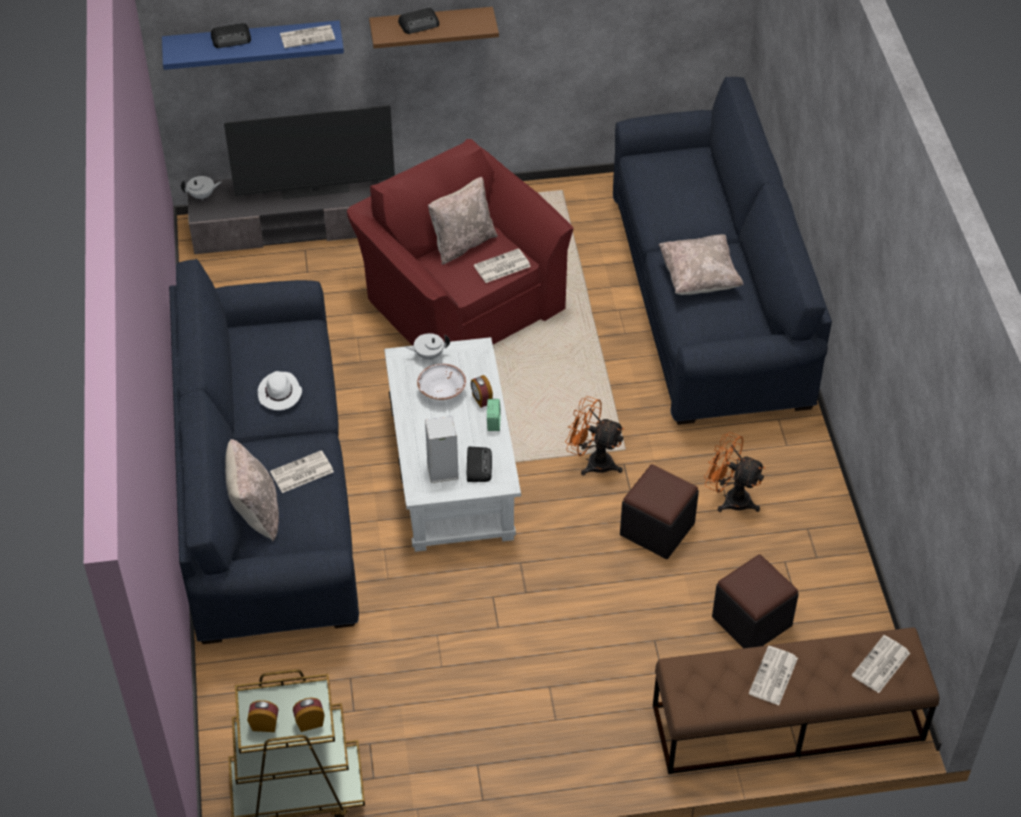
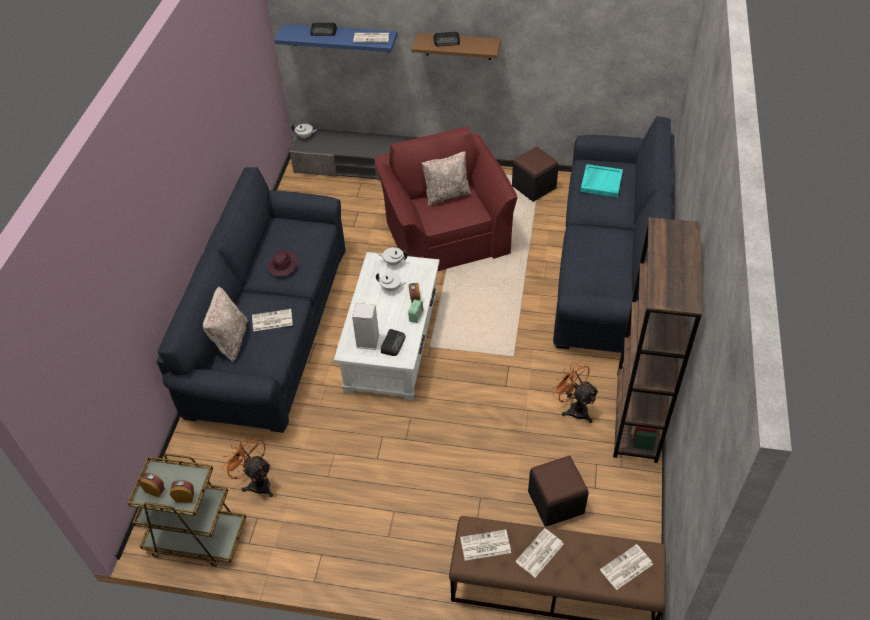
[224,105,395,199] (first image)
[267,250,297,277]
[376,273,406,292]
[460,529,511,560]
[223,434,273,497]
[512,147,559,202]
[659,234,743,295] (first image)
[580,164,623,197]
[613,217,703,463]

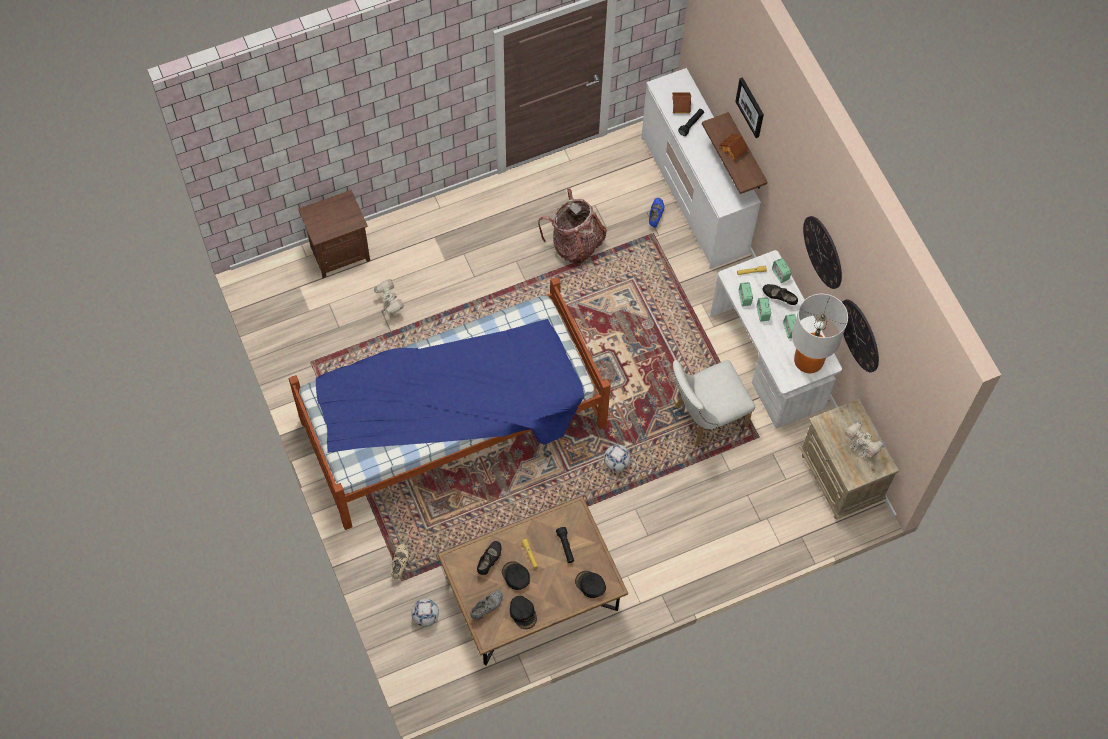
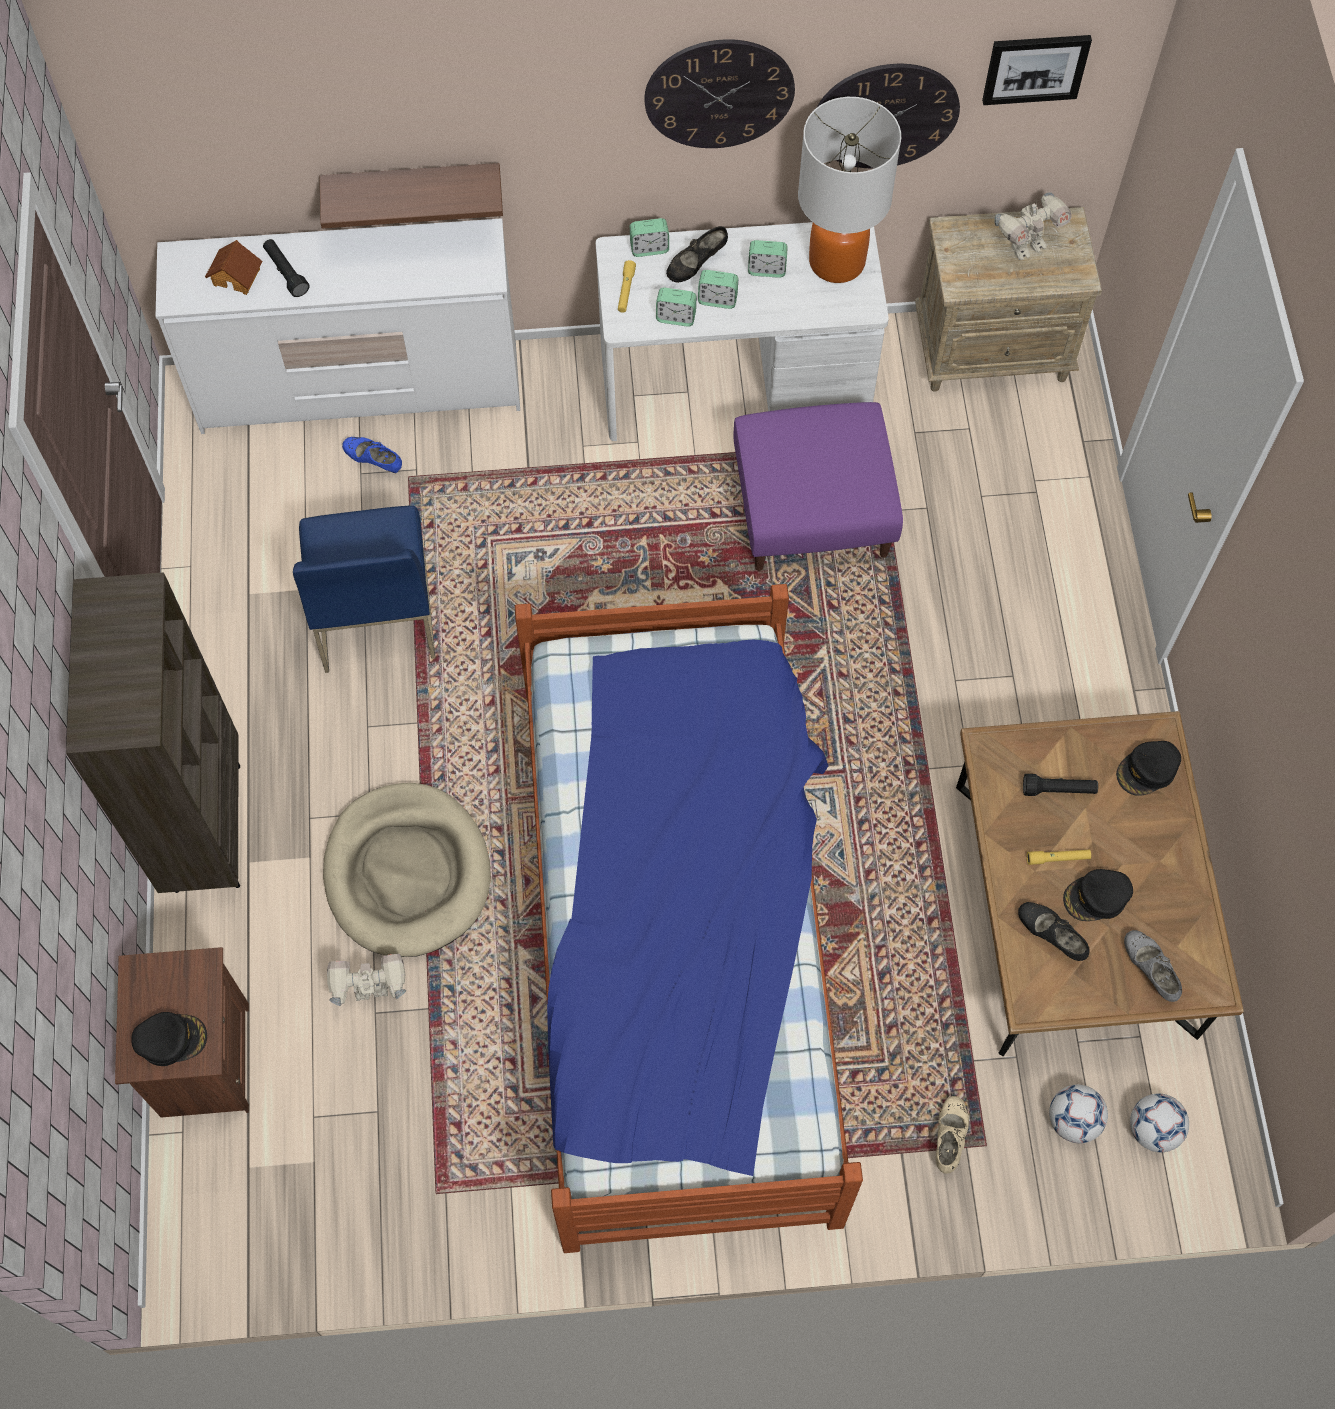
[936,1096,969,1174]
[131,1012,207,1066]
[293,505,436,673]
[1130,1094,1189,1152]
[734,402,903,571]
[719,134,749,161] (first image)
[982,35,1092,105]
[66,573,240,893]
[323,783,491,957]

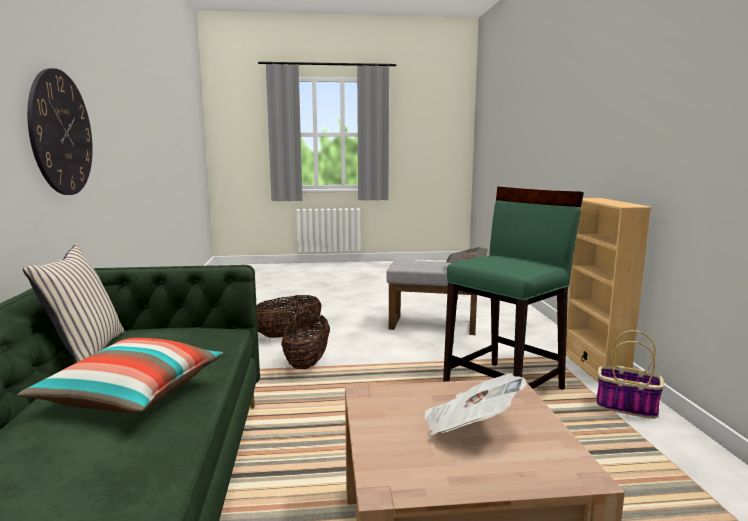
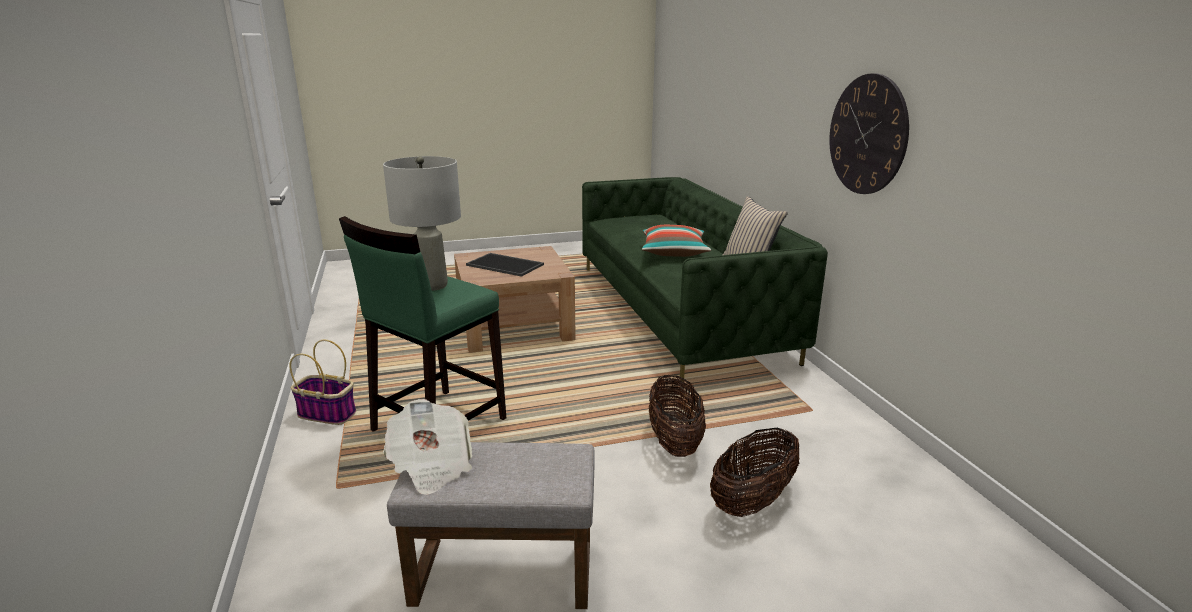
[466,253,544,277]
[566,198,652,383] (first image)
[383,156,461,291]

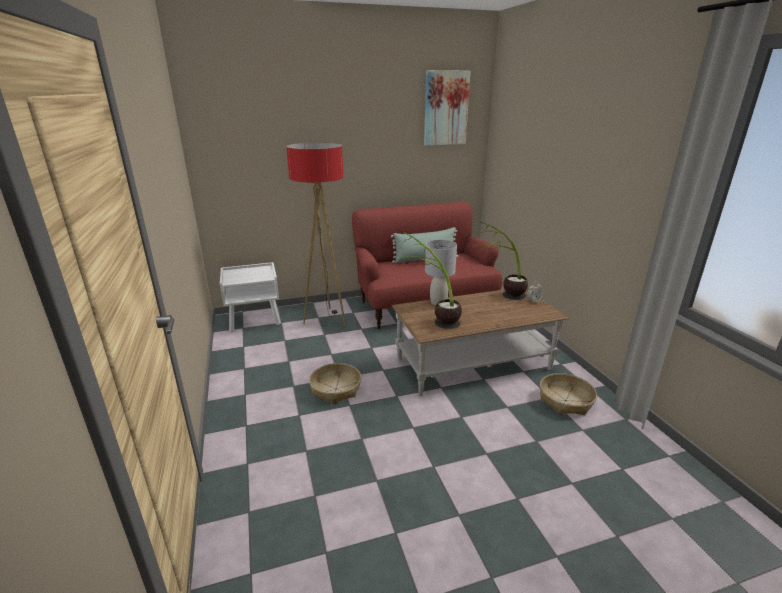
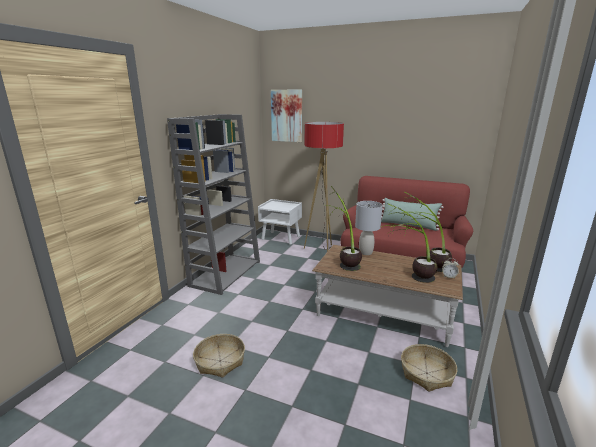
[193,334,245,378]
[271,90,302,142]
[167,114,260,295]
[381,204,437,283]

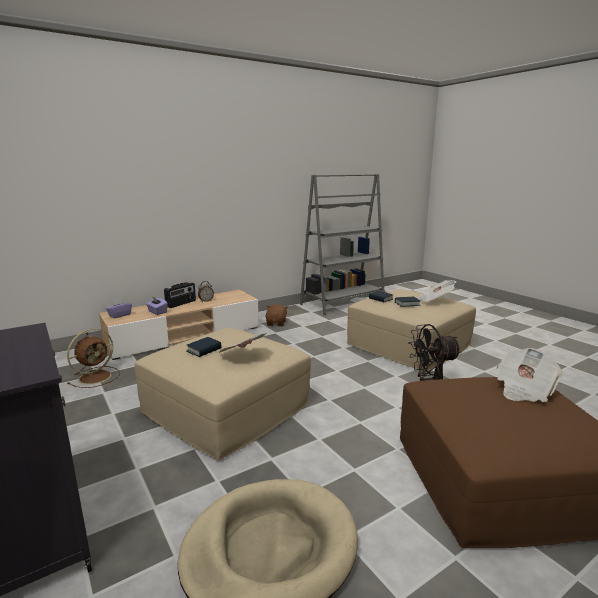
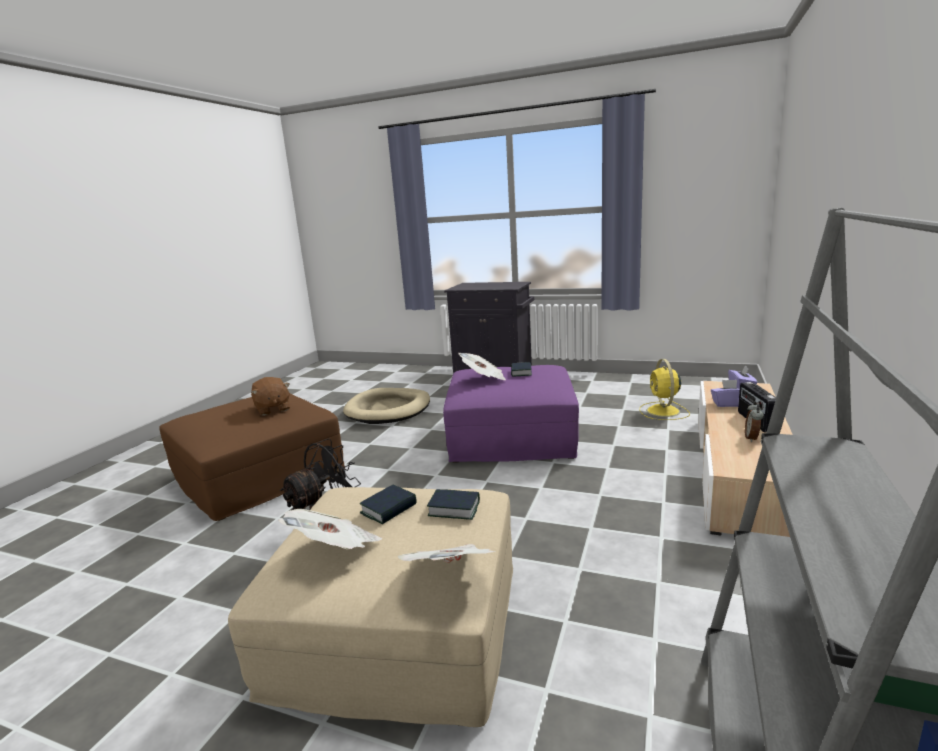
[639,359,690,420]
[443,365,579,463]
[251,377,290,416]
[398,544,496,563]

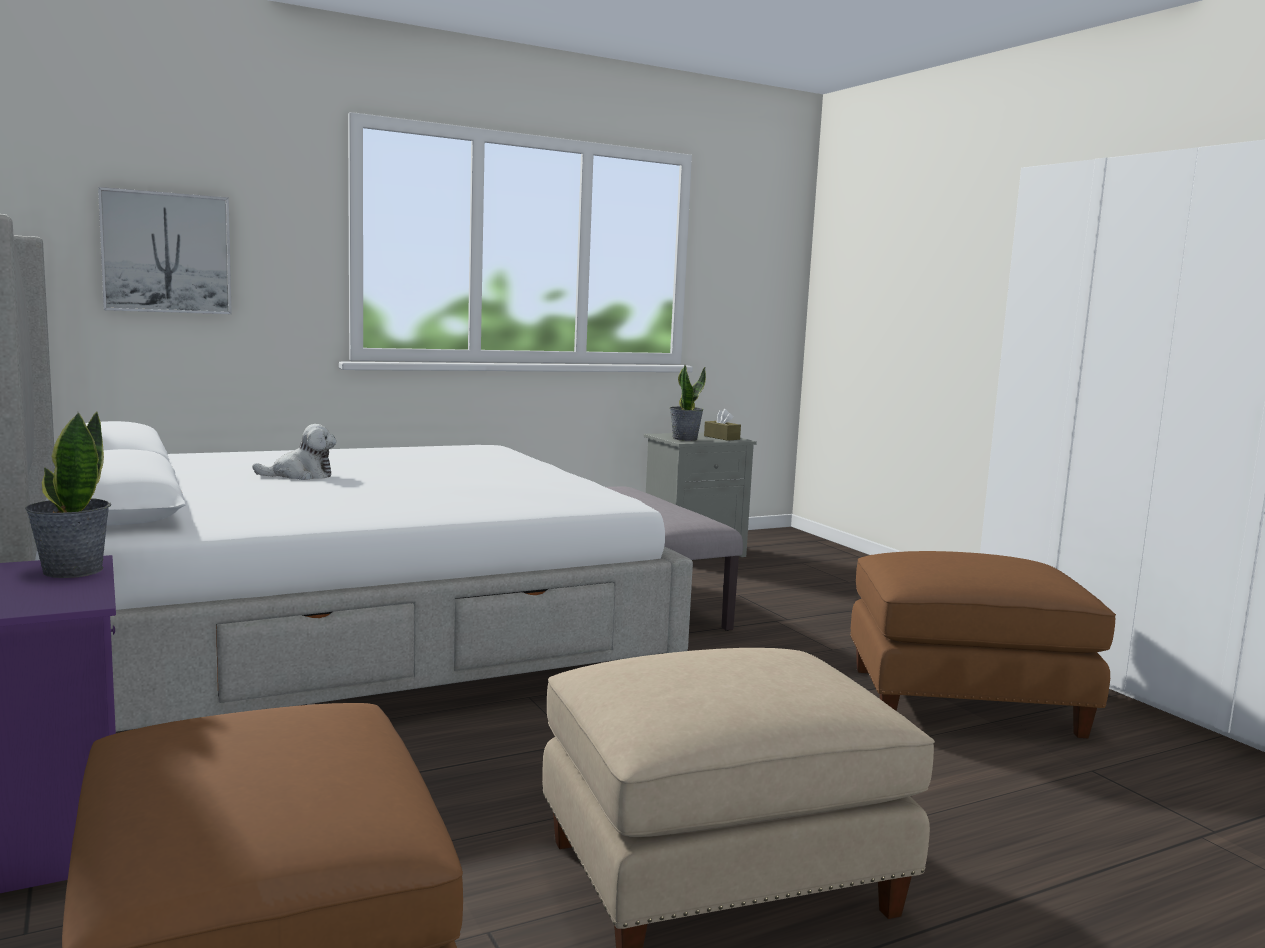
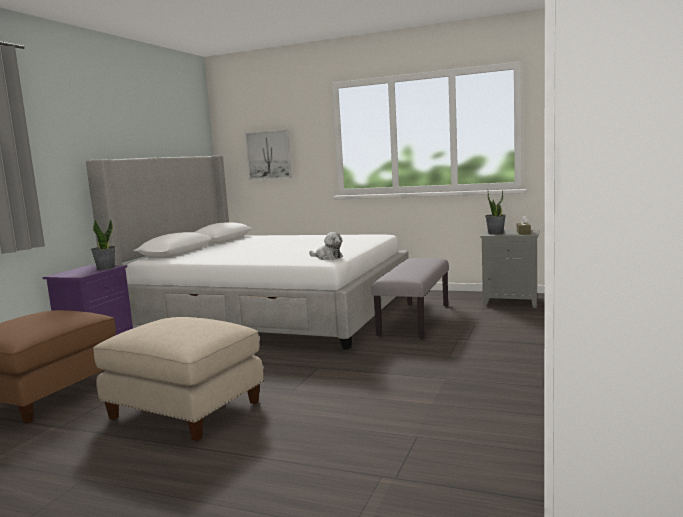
[309,232,343,260]
[850,551,1116,738] (first image)

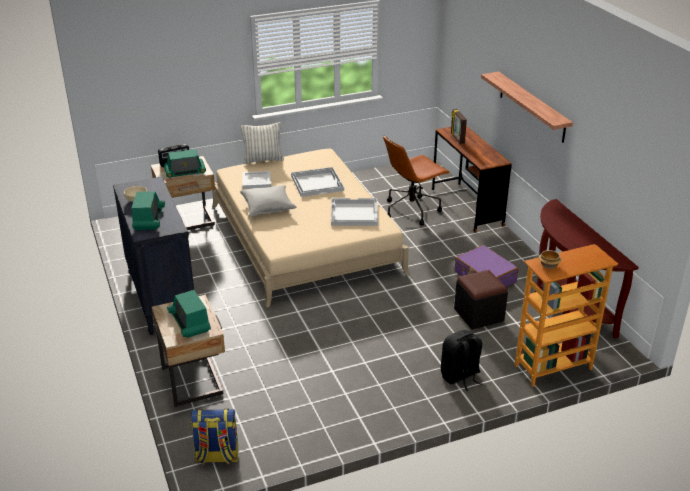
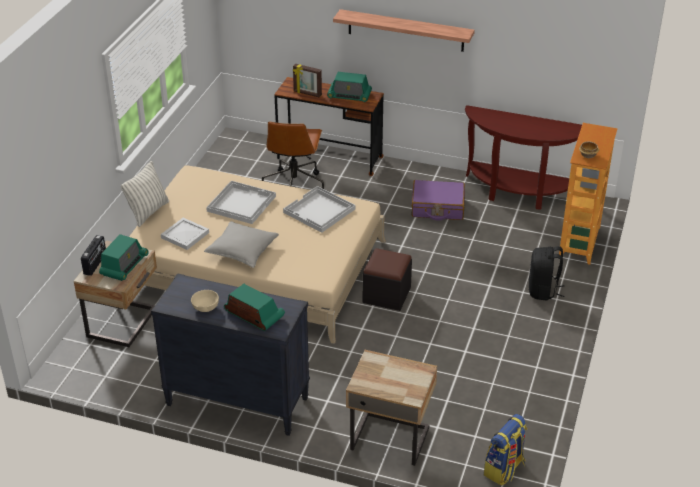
[327,72,372,102]
[363,248,412,311]

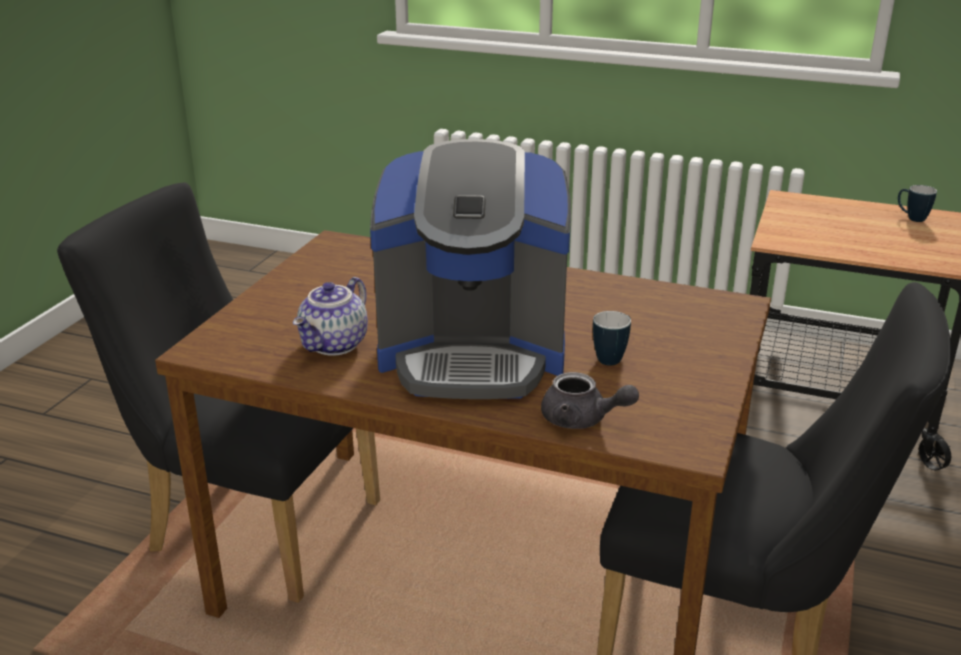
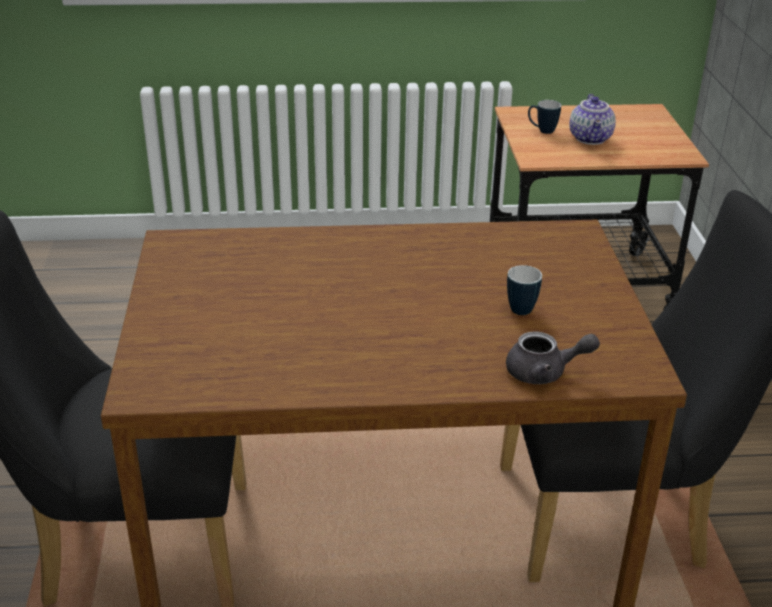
[569,94,616,145]
[370,139,571,399] (first image)
[528,100,561,134]

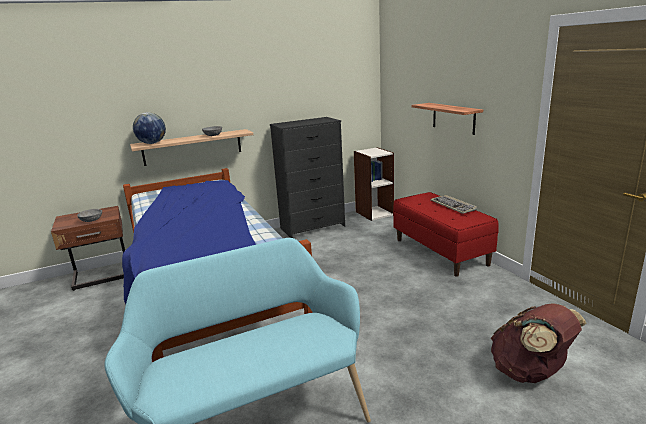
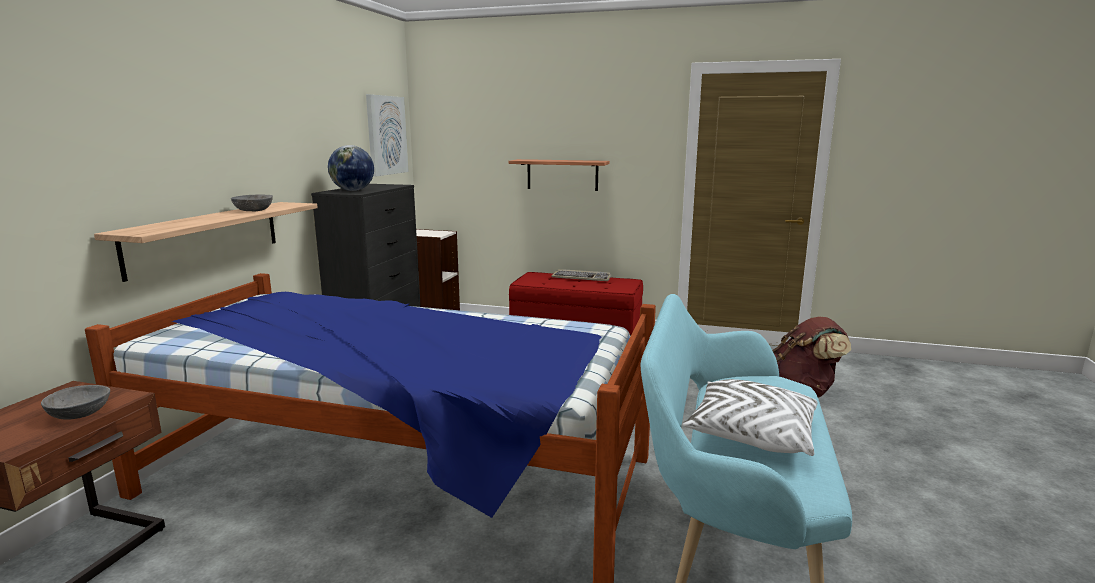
[328,145,374,191]
[366,94,409,177]
[682,379,818,456]

